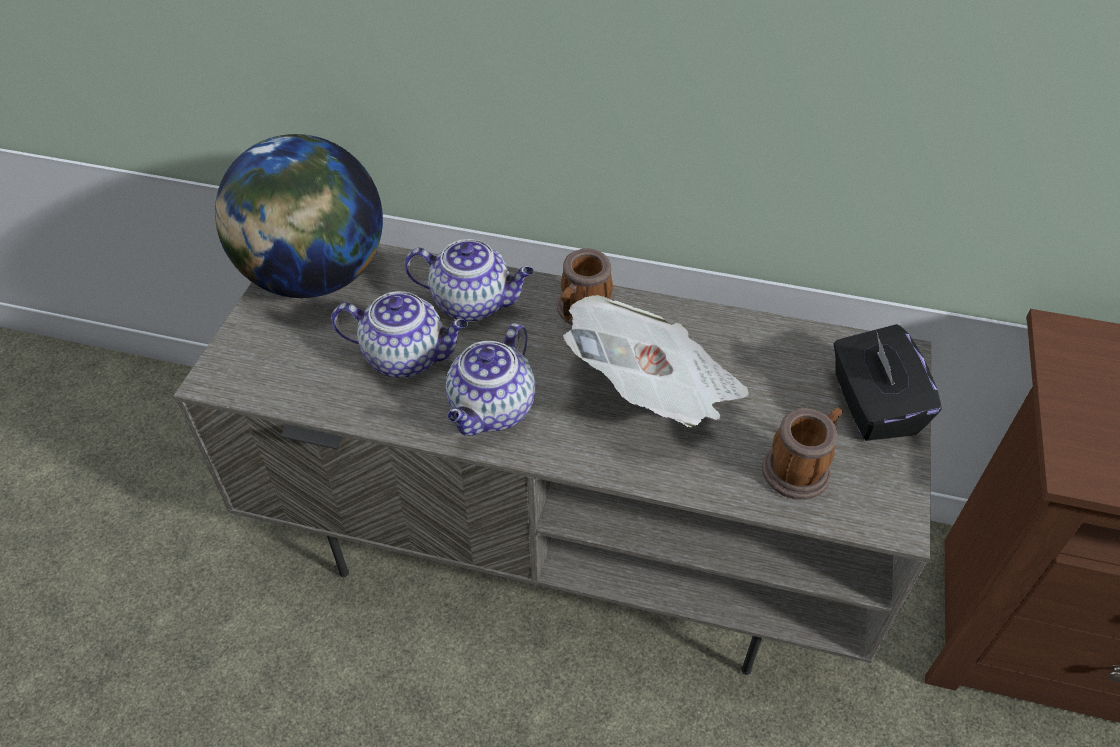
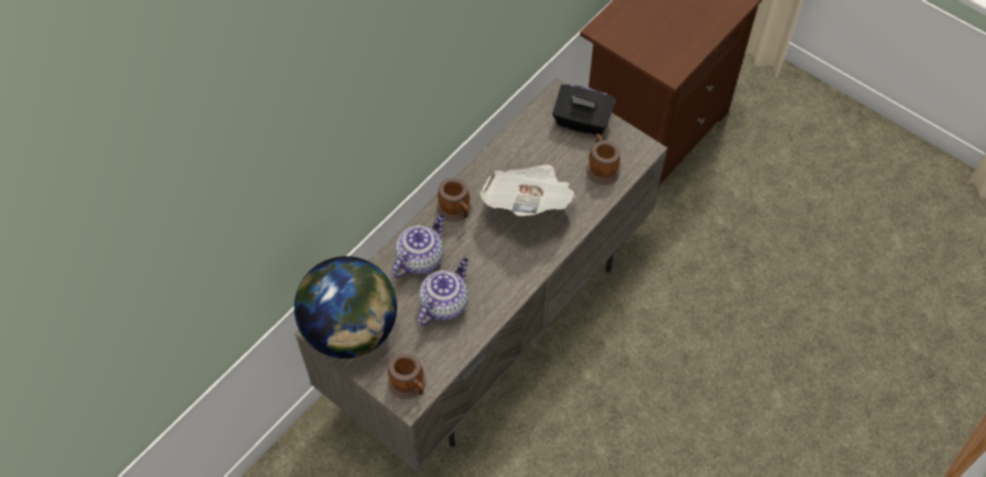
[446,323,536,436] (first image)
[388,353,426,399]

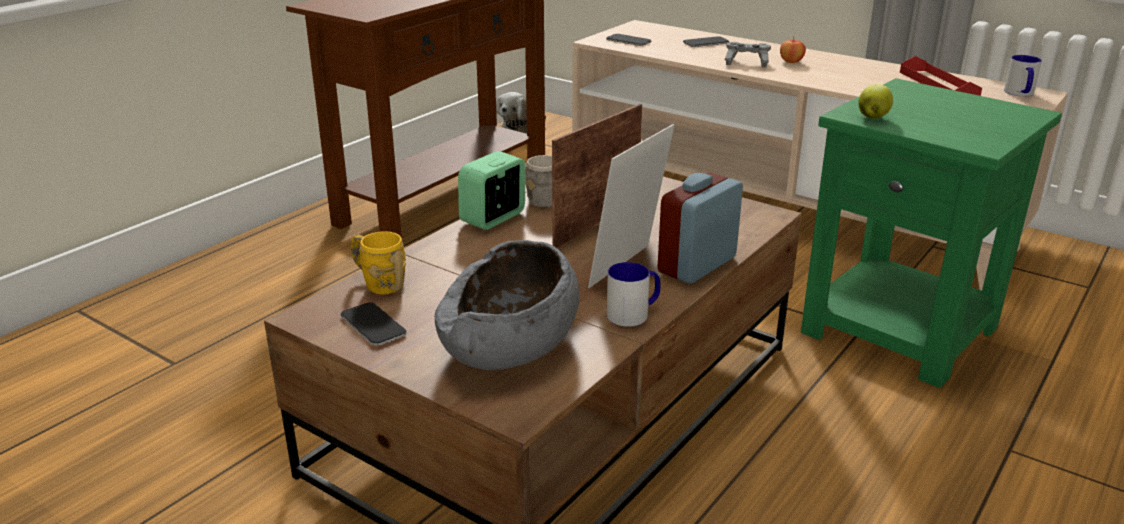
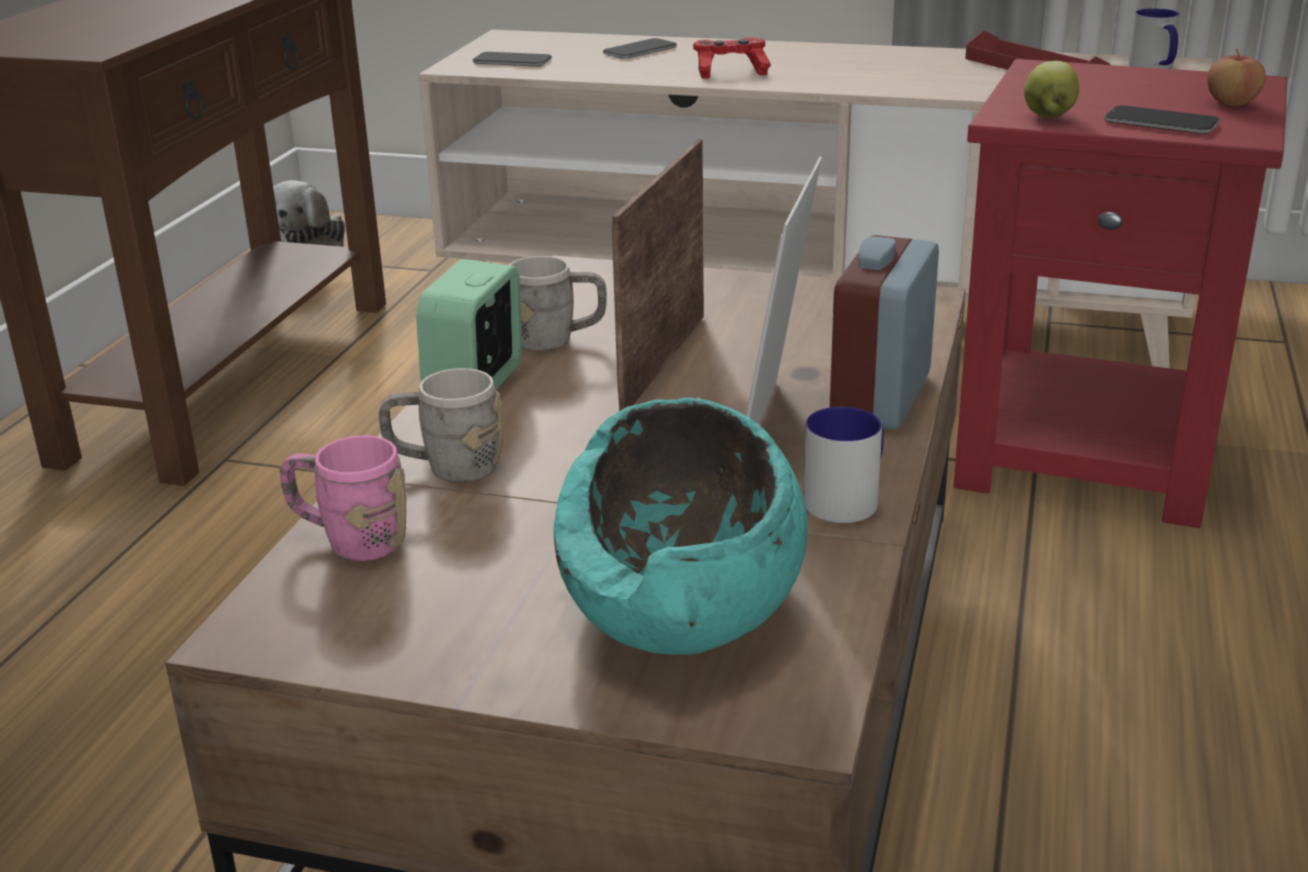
[1104,105,1220,134]
[280,435,407,561]
[554,398,808,655]
[693,37,771,79]
[1207,48,1266,106]
[954,59,1287,528]
[379,368,504,482]

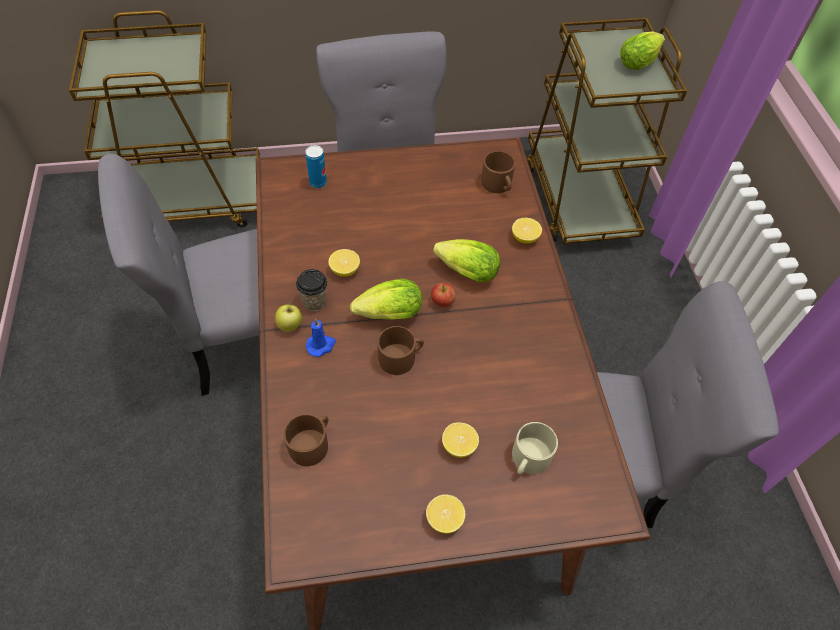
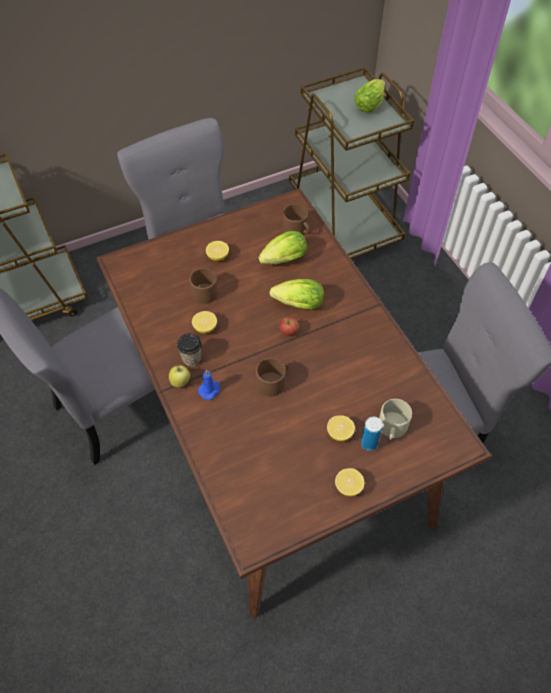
[189,268,218,304]
[361,417,383,451]
[258,231,307,264]
[206,241,229,261]

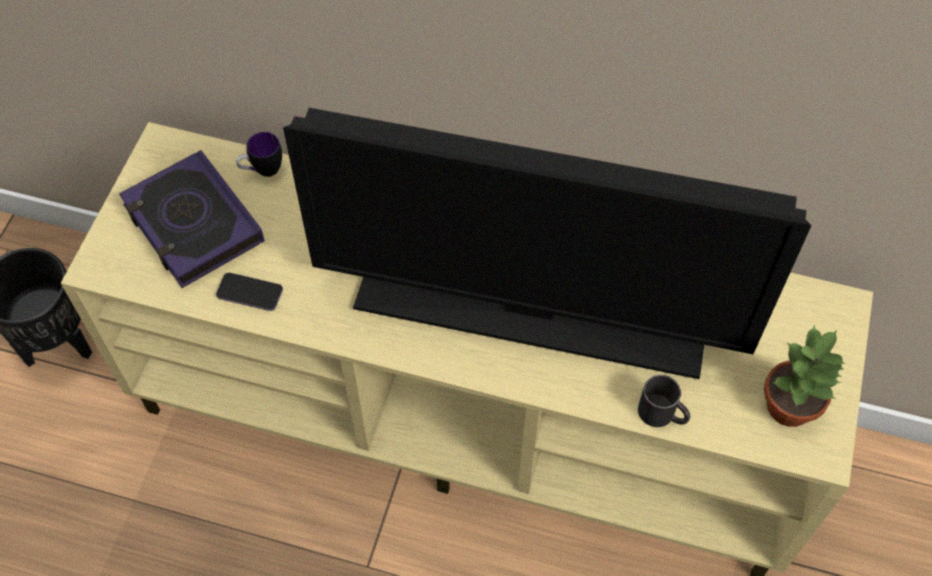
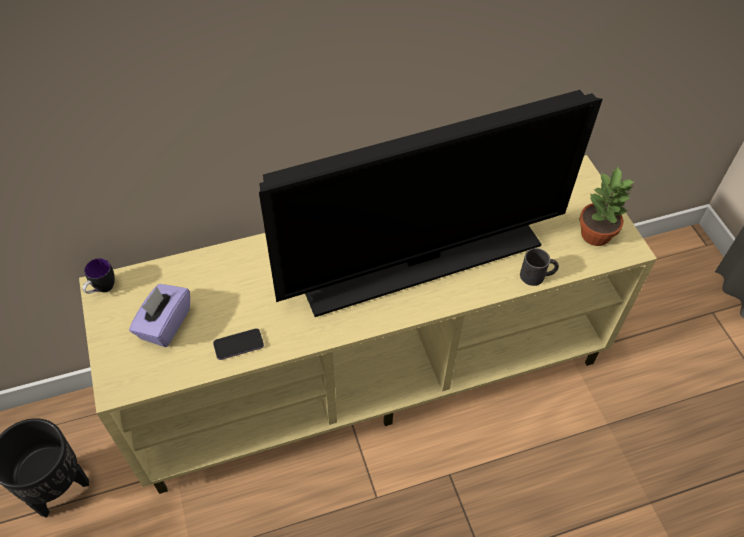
[129,284,190,347]
[82,258,115,294]

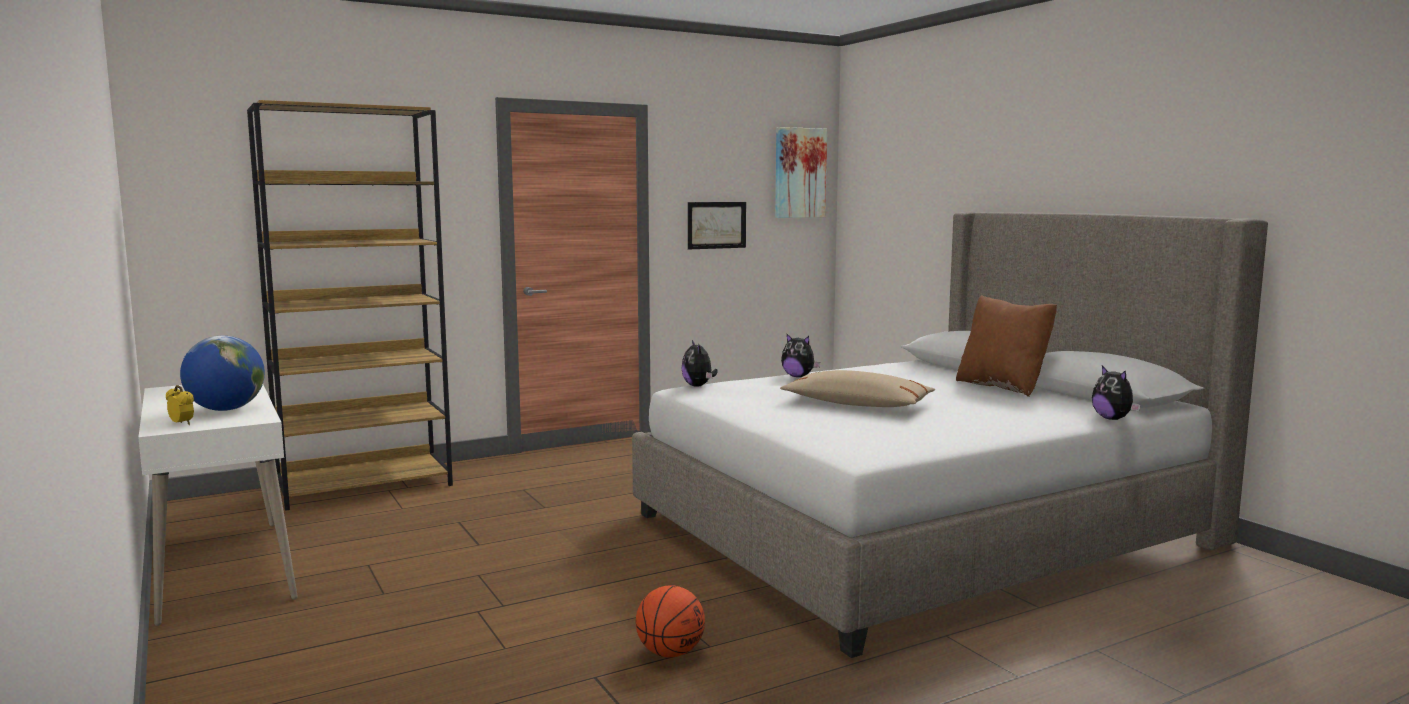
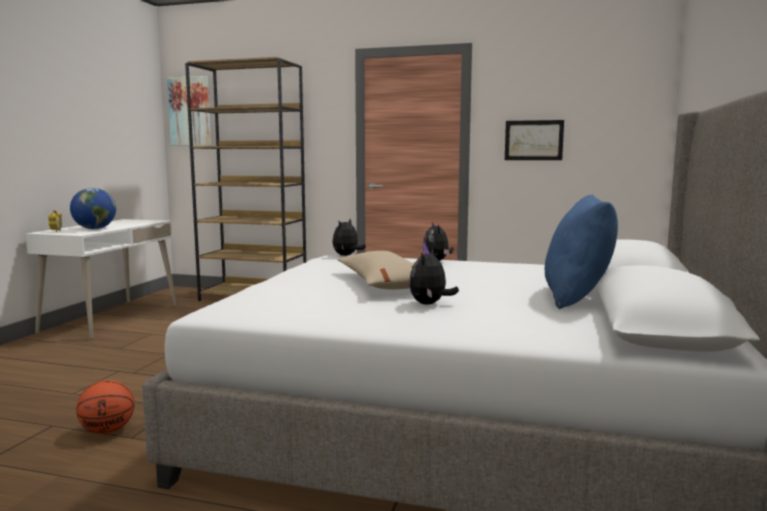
[167,76,211,145]
[545,194,618,309]
[409,249,459,304]

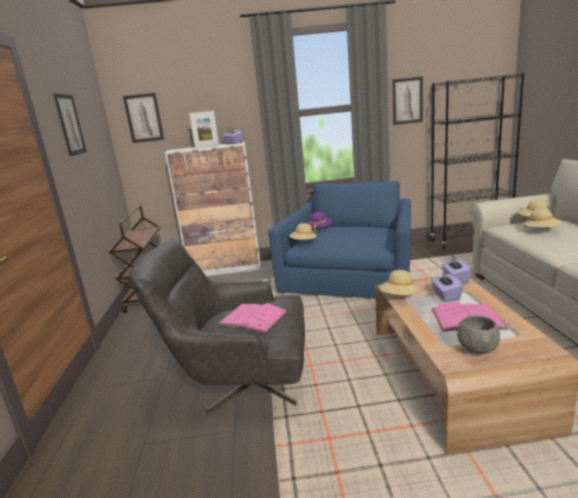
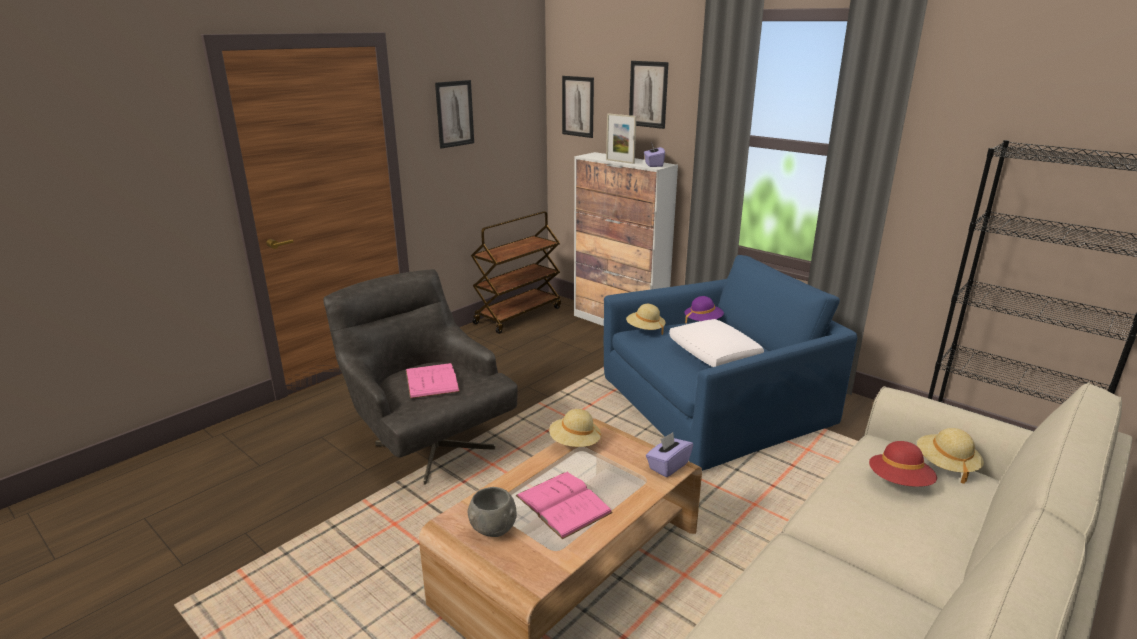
[629,61,669,129]
[431,273,463,302] (first image)
[869,441,937,487]
[669,319,764,367]

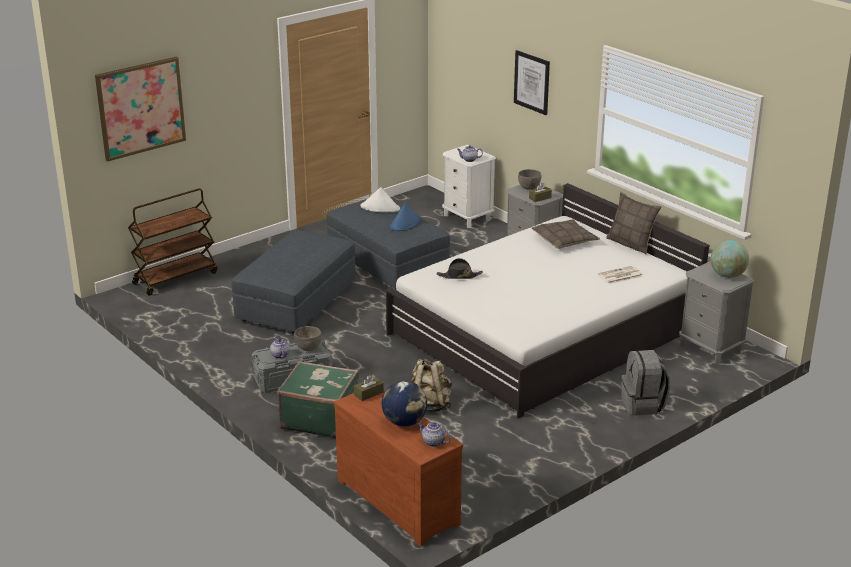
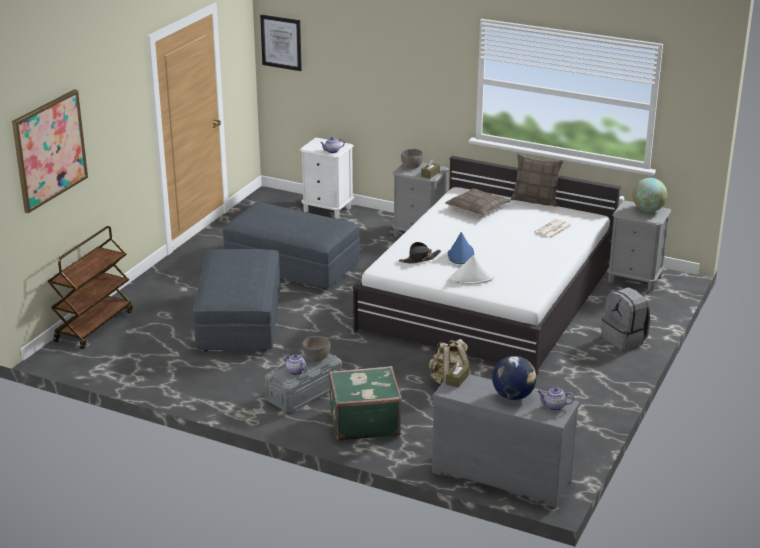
[432,374,579,508]
[449,255,494,284]
[448,232,474,264]
[260,15,302,71]

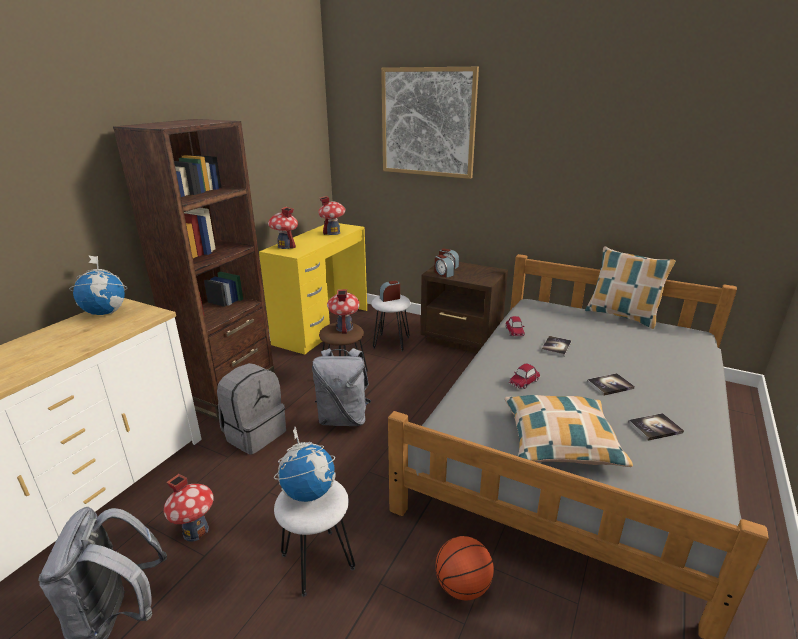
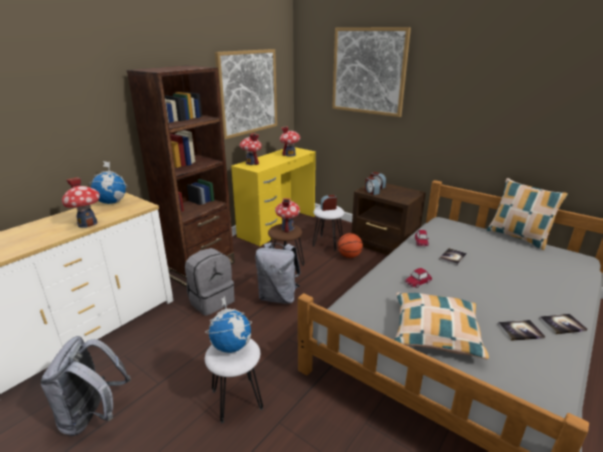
[62,177,100,228]
[338,233,363,258]
[539,313,587,335]
[215,49,277,139]

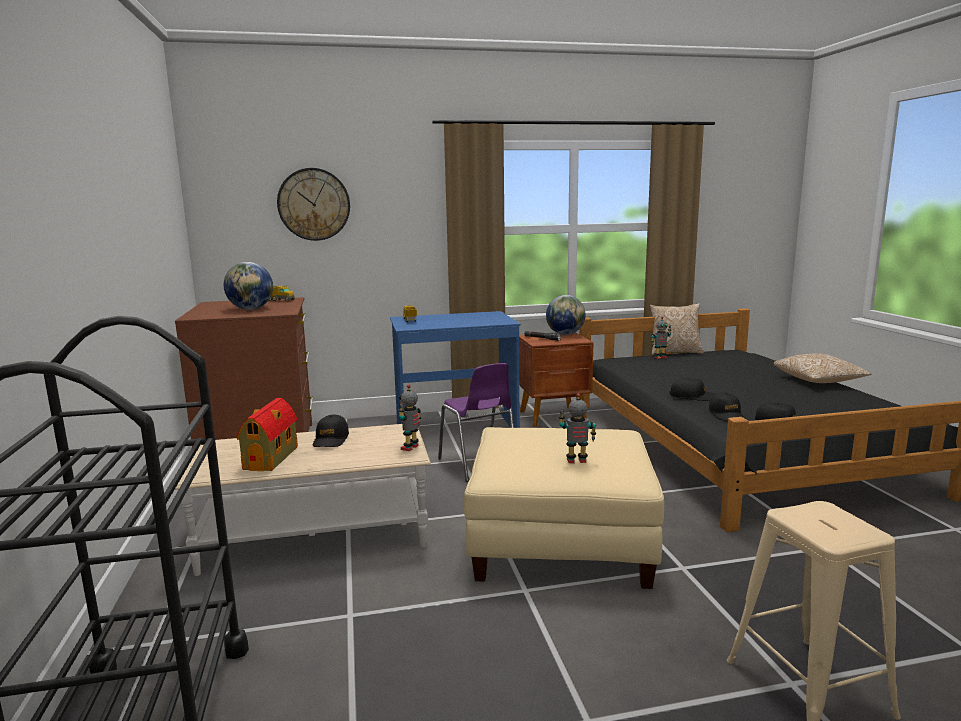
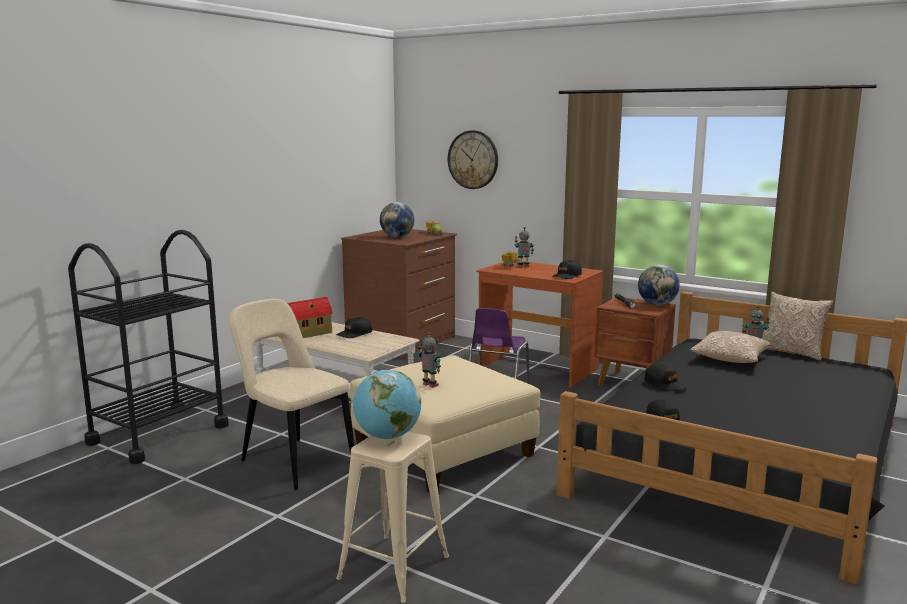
[476,261,603,388]
[515,227,534,268]
[552,260,582,279]
[690,331,771,363]
[229,299,354,490]
[353,370,421,439]

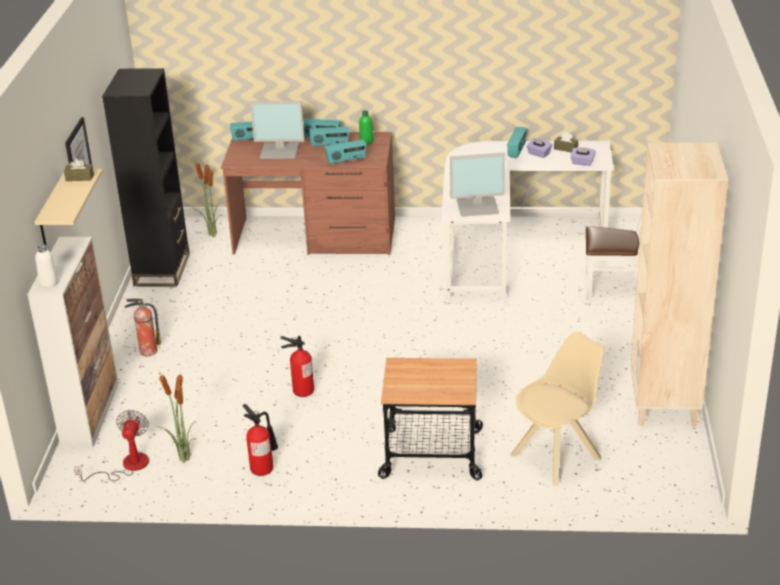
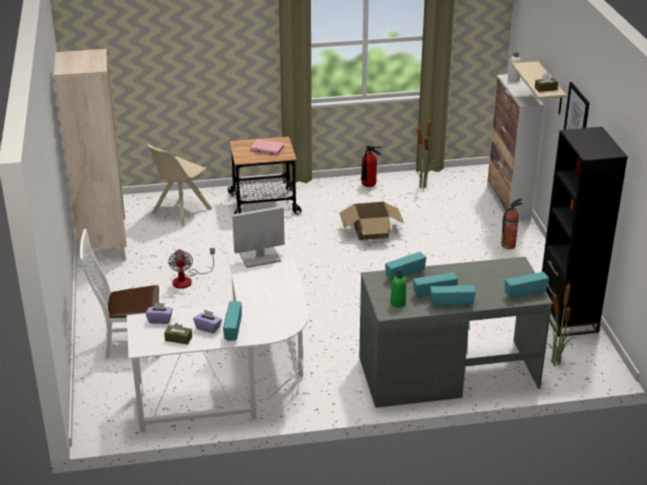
[168,248,215,289]
[359,257,553,408]
[250,101,305,159] (first image)
[339,202,404,240]
[250,139,285,156]

